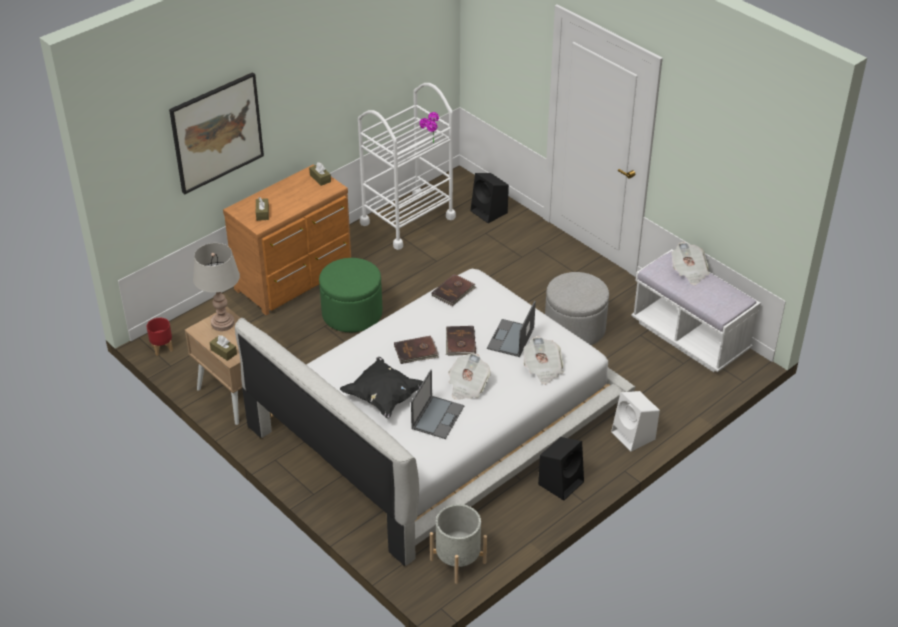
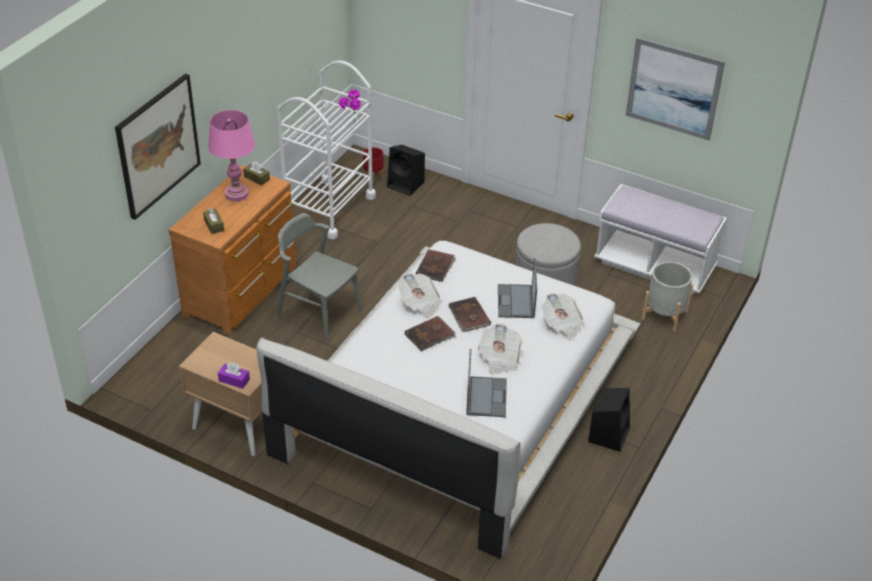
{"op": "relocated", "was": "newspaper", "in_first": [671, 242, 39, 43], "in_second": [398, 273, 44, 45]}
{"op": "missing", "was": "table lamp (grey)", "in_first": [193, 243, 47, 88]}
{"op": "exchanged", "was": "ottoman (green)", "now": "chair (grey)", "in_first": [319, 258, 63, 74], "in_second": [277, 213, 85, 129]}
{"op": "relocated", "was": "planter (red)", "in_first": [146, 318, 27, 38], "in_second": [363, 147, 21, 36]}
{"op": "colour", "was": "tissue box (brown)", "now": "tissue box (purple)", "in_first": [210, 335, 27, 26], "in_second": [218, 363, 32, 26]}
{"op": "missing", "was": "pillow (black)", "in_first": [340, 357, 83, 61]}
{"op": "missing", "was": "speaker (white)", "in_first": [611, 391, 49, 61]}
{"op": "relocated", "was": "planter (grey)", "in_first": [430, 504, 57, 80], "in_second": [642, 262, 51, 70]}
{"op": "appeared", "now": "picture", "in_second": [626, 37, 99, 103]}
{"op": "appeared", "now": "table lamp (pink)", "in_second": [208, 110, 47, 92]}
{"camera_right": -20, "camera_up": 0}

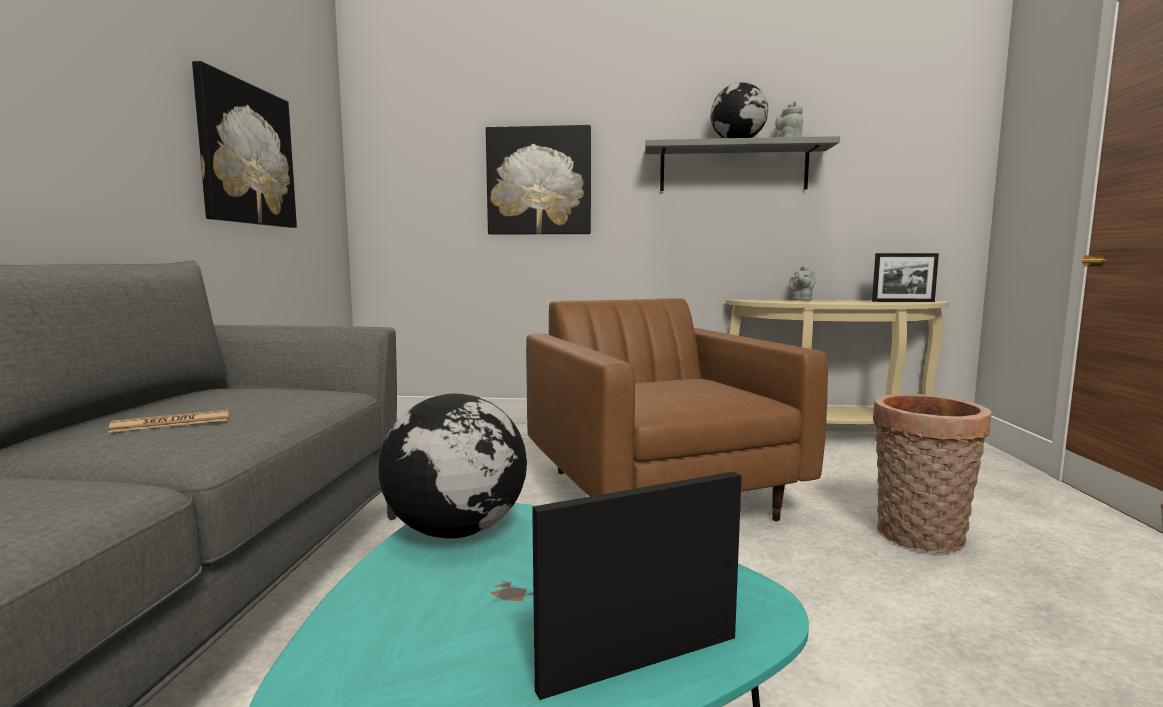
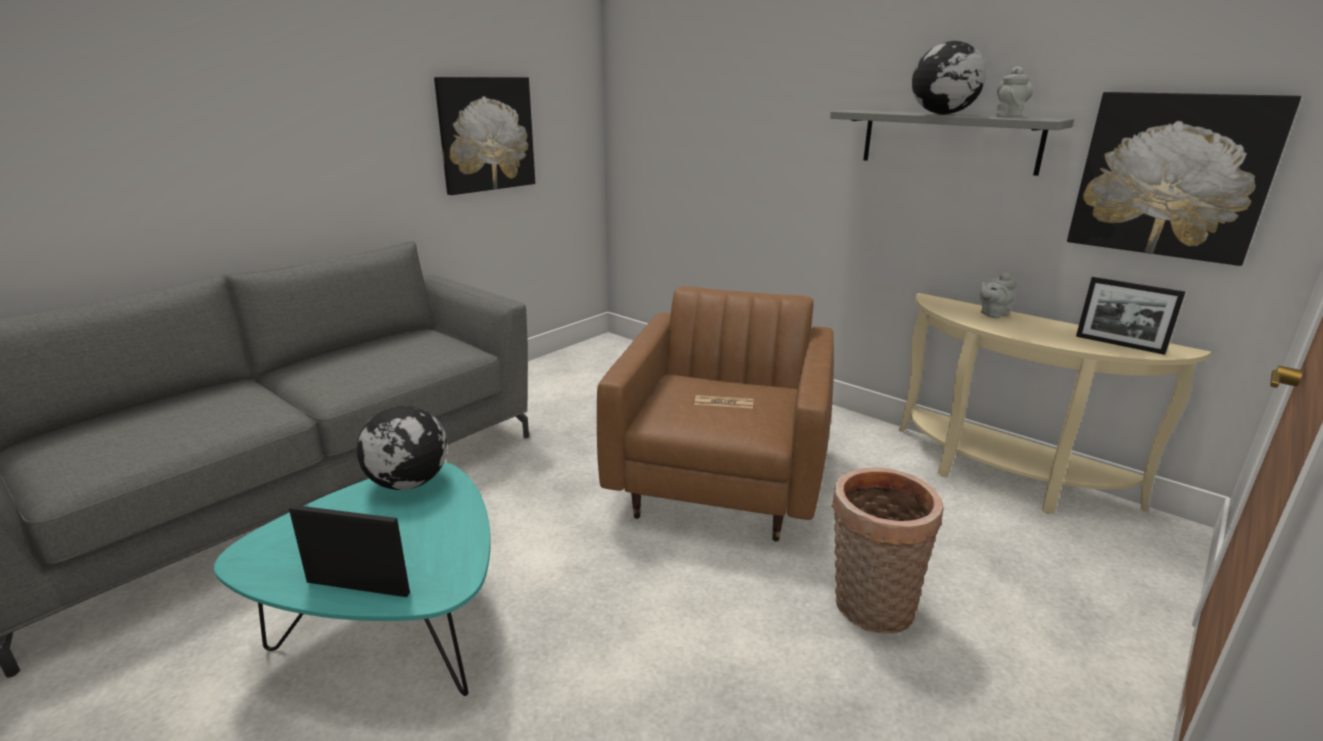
{"op": "relocated", "was": "picture", "in_first": [486, 125, 105, 110], "in_second": [1067, 92, 234, 174]}
{"op": "relocated", "was": "newspaper", "in_first": [108, 410, 121, 23], "in_second": [695, 395, 58, 14]}
{"camera_right": 35, "camera_up": 15}

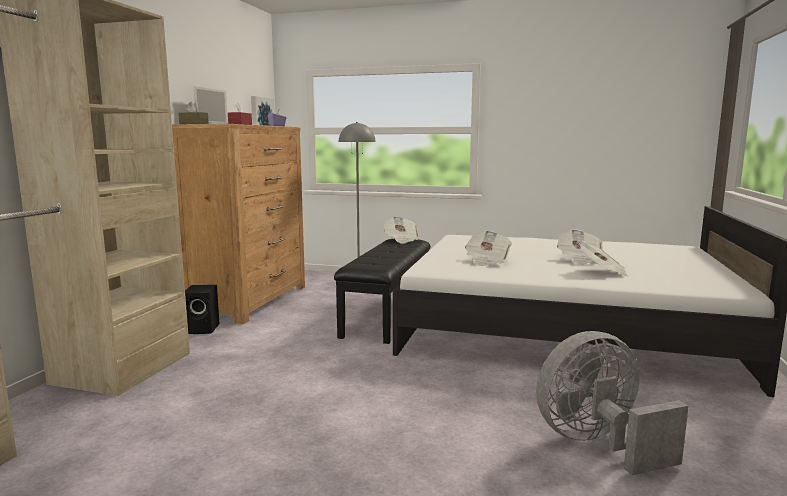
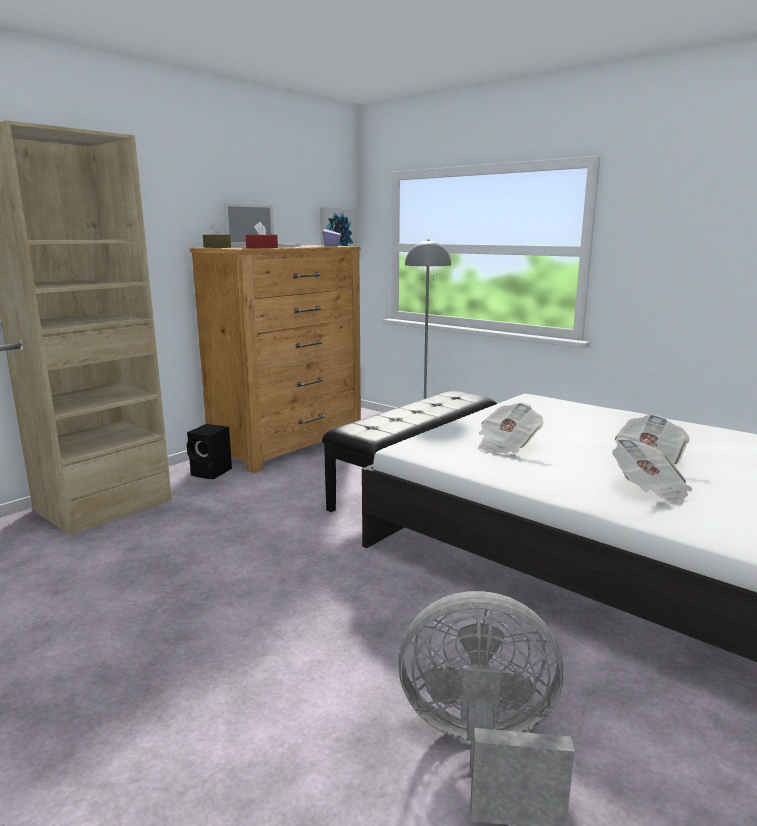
{"op": "missing", "was": "newspaper", "in_first": [383, 216, 36, 28]}
{"camera_right": 25, "camera_up": 5}

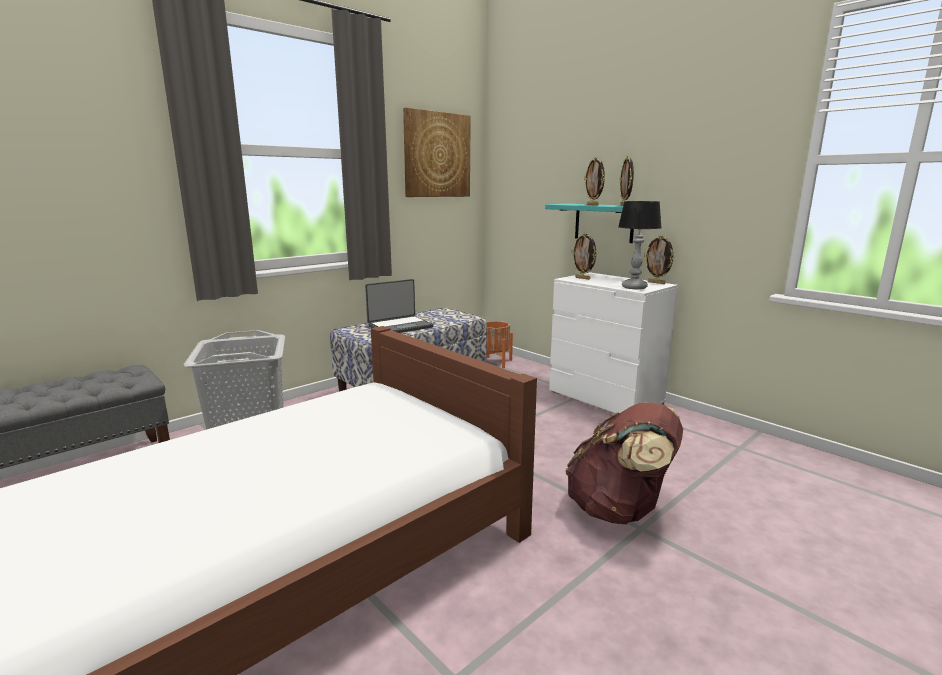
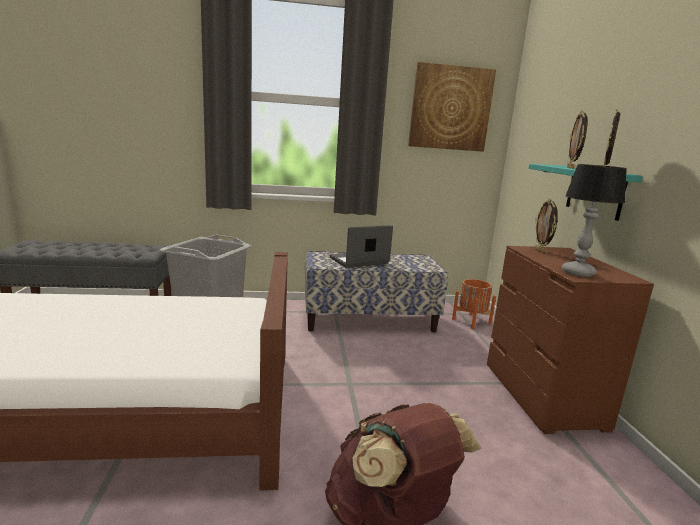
{"op": "missing", "was": "picture frame", "in_first": [644, 235, 31, 49]}
{"op": "colour", "was": "dresser (white)", "now": "dresser (brown)", "in_first": [549, 273, 129, 140], "in_second": [487, 246, 167, 188]}
{"op": "spun", "was": "laptop", "in_first": [365, 279, 69, 54], "in_second": [330, 225, 63, 43], "clockwise": 150}
{"camera_right": 35, "camera_up": 0}

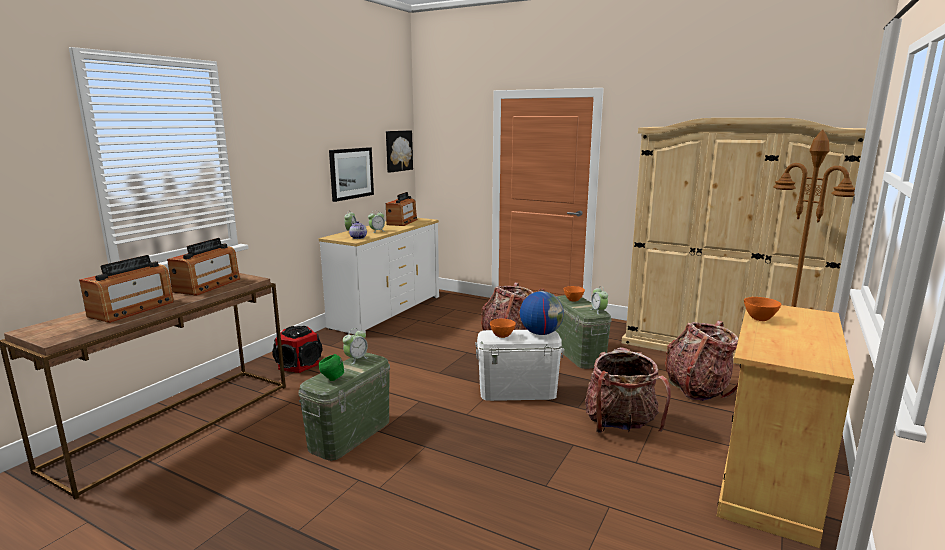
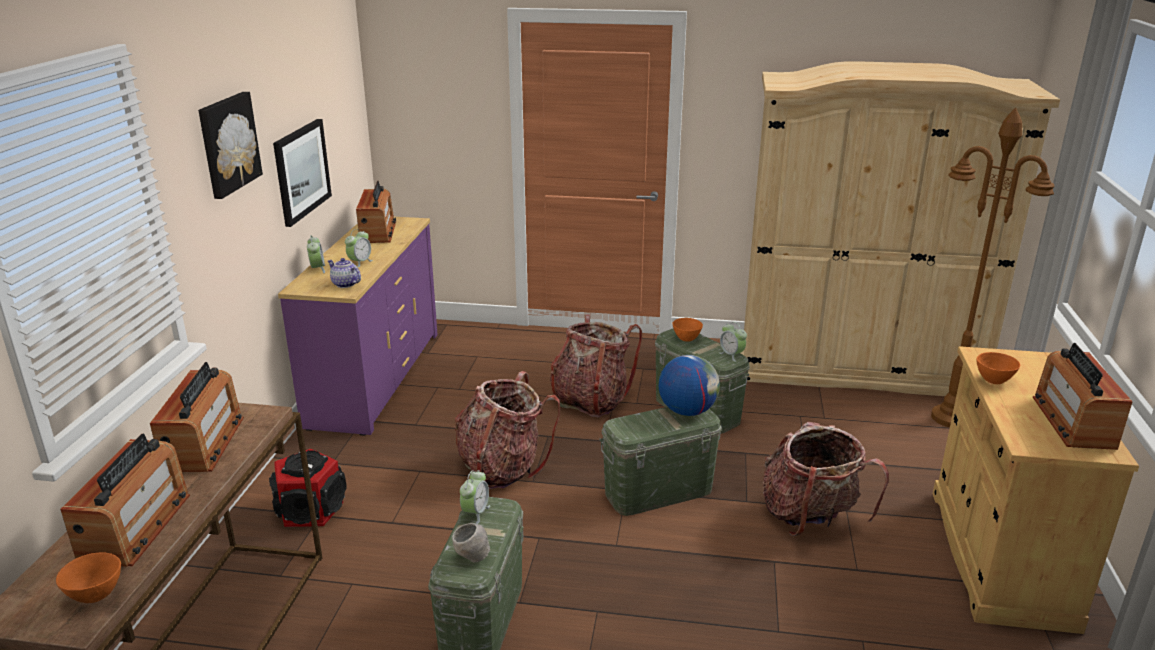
{"op": "relocated", "was": "picture", "in_first": [386, 130, 27, 43], "in_second": [198, 92, 65, 107]}
{"op": "colour", "was": "dresser (white)", "now": "dresser (purple)", "in_first": [319, 218, 120, 116], "in_second": [278, 217, 160, 219]}
{"op": "relocated", "was": "bowl (orange)", "in_first": [490, 319, 26, 19], "in_second": [56, 552, 65, 51]}
{"op": "relocated", "was": "backpack", "in_first": [665, 321, 73, 80], "in_second": [454, 371, 106, 118]}
{"op": "colour", "was": "storage box (white)", "now": "storage box (green)", "in_first": [475, 330, 89, 71], "in_second": [599, 407, 123, 109]}
{"op": "colour", "was": "bowl (green)", "now": "bowl (grey)", "in_first": [319, 354, 25, 27], "in_second": [452, 523, 38, 39]}
{"op": "appeared", "now": "radio", "in_second": [1033, 343, 100, 107]}
{"camera_right": -20, "camera_up": 10}

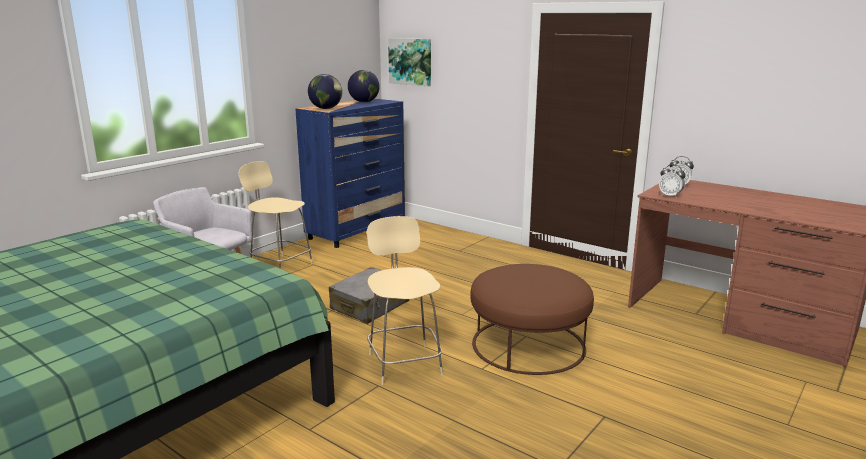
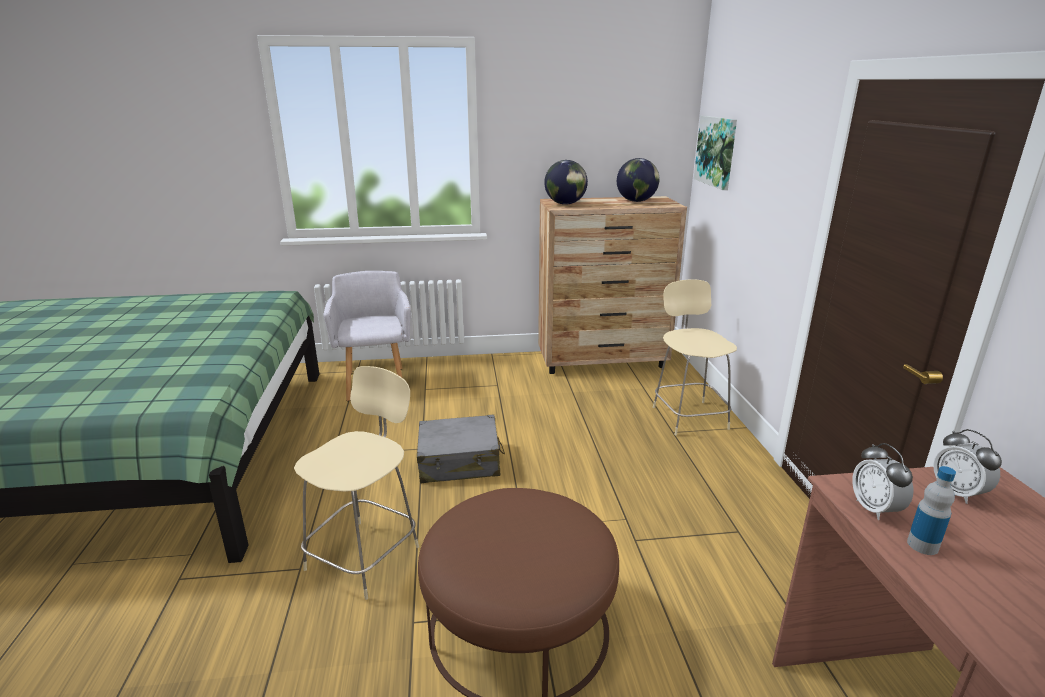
{"op": "colour", "was": "dresser (blue)", "now": "dresser (brown)", "in_first": [296, 99, 109, 149], "in_second": [538, 196, 149, 178]}
{"op": "relocated", "was": "chair (beige)", "in_first": [239, 161, 74, 108], "in_second": [653, 279, 84, 156]}
{"op": "appeared", "now": "bottle", "in_second": [907, 466, 49, 89]}
{"camera_right": 45, "camera_up": 5}

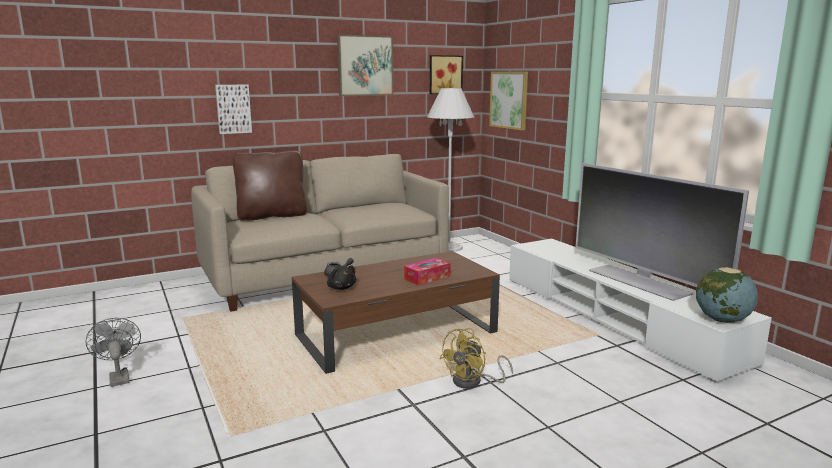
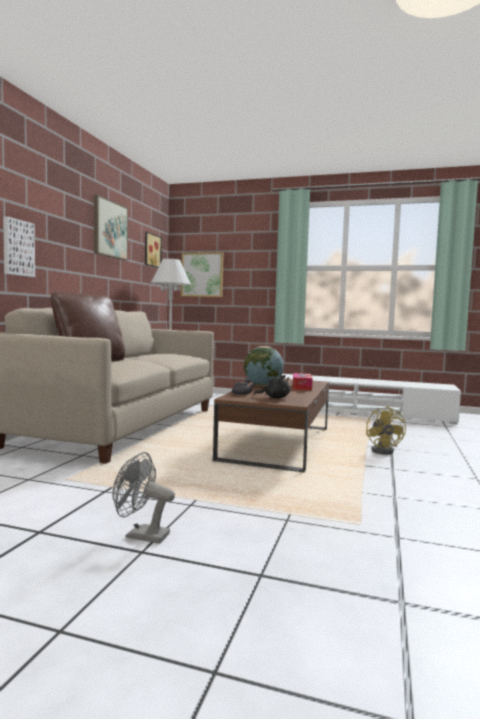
{"op": "missing", "was": "television", "in_first": [575, 163, 174, 138]}
{"op": "relocated", "was": "globe", "in_first": [696, 267, 62, 56], "in_second": [244, 346, 39, 40]}
{"camera_right": -45, "camera_up": -10}

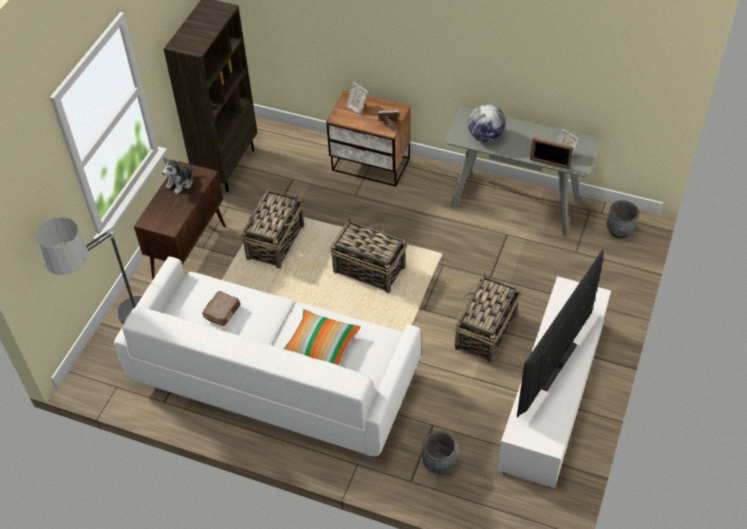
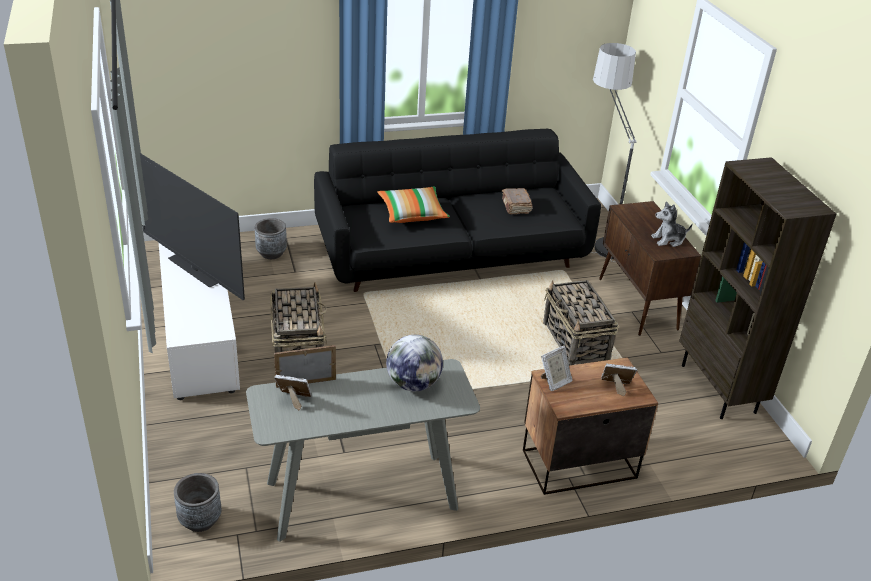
{"op": "spun", "was": "plush toy", "in_first": [162, 157, 31, 37], "in_second": [651, 201, 41, 46], "clockwise": -105}
{"op": "missing", "was": "basket", "in_first": [330, 218, 77, 75]}
{"op": "spun", "was": "television", "in_first": [517, 250, 87, 167], "in_second": [140, 153, 105, 147], "clockwise": 135}
{"op": "colour", "was": "sofa (white)", "now": "sofa (black)", "in_first": [114, 256, 307, 200], "in_second": [314, 129, 287, 163]}
{"camera_right": 140, "camera_up": -15}

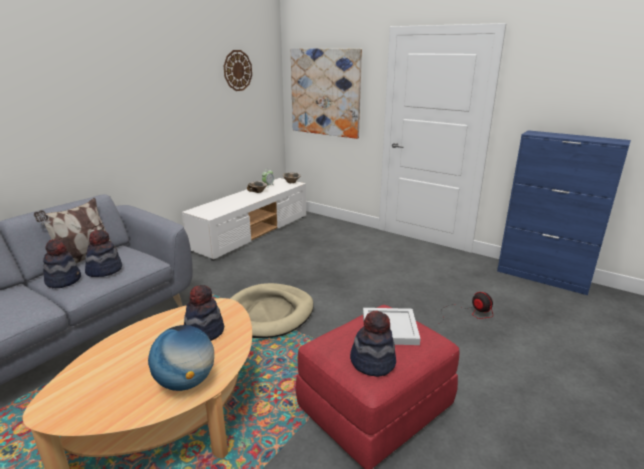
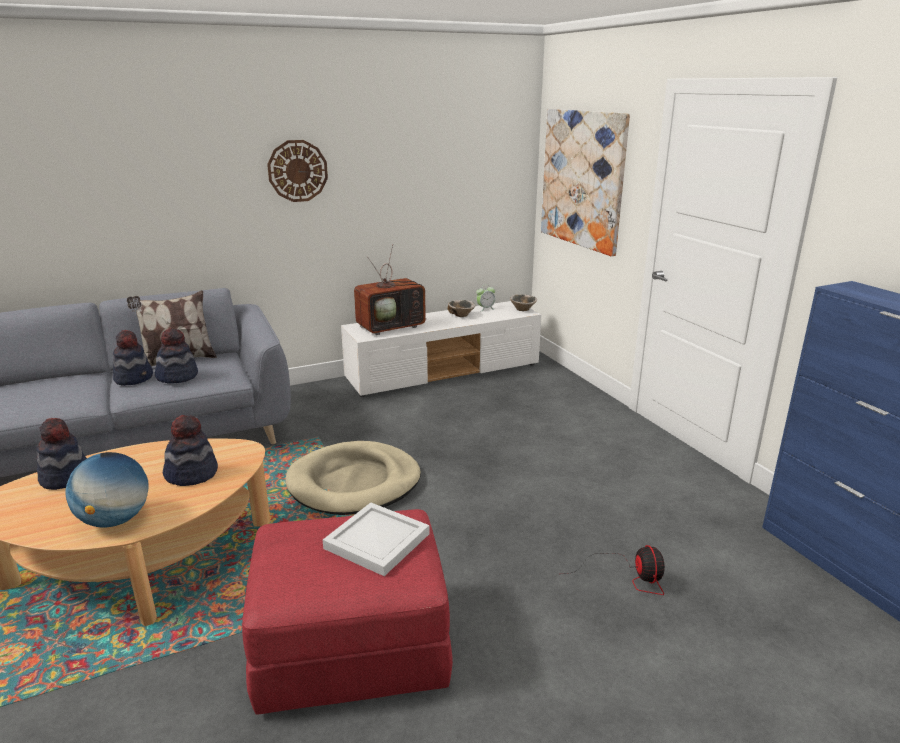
{"op": "relocated", "was": "wall clock", "in_first": [224, 50, 28, 41], "in_second": [267, 140, 61, 62]}
{"op": "relocated", "was": "hat", "in_first": [350, 310, 46, 67], "in_second": [36, 418, 51, 72]}
{"op": "appeared", "now": "television", "in_second": [354, 244, 72, 91]}
{"camera_right": 30, "camera_up": 0}

